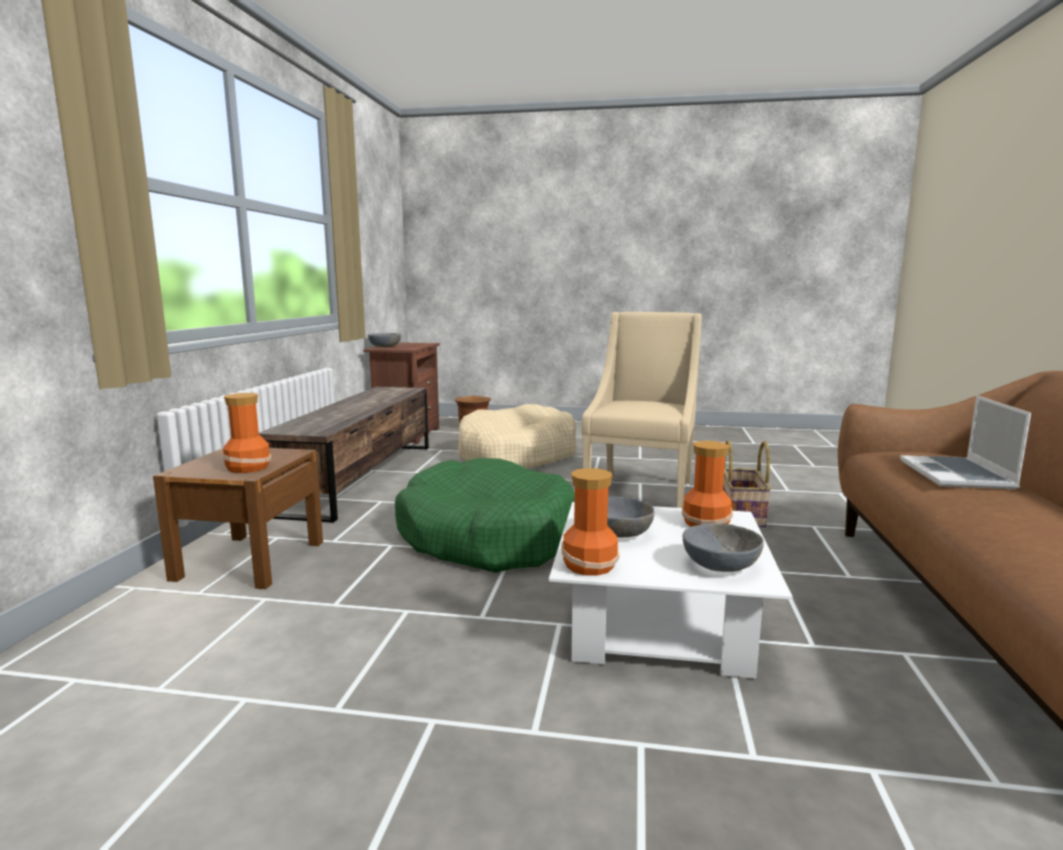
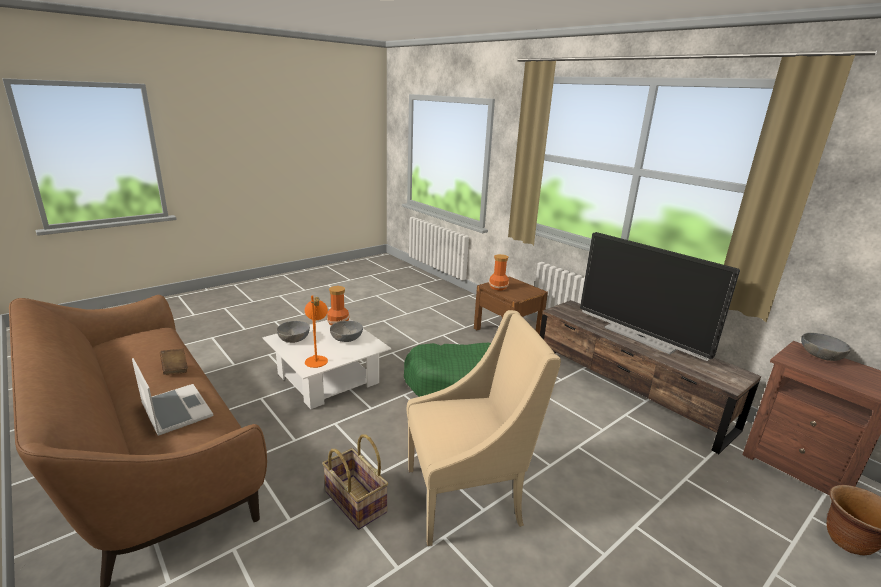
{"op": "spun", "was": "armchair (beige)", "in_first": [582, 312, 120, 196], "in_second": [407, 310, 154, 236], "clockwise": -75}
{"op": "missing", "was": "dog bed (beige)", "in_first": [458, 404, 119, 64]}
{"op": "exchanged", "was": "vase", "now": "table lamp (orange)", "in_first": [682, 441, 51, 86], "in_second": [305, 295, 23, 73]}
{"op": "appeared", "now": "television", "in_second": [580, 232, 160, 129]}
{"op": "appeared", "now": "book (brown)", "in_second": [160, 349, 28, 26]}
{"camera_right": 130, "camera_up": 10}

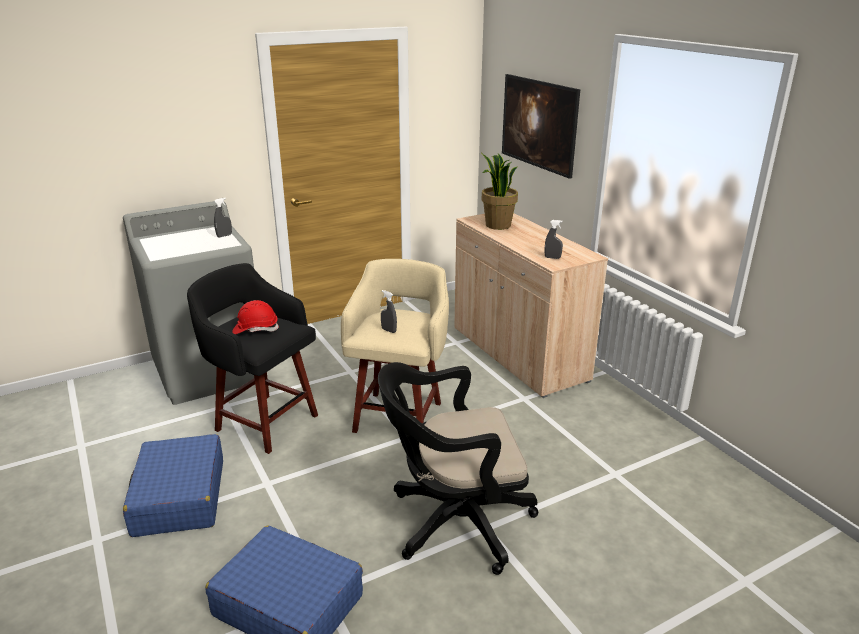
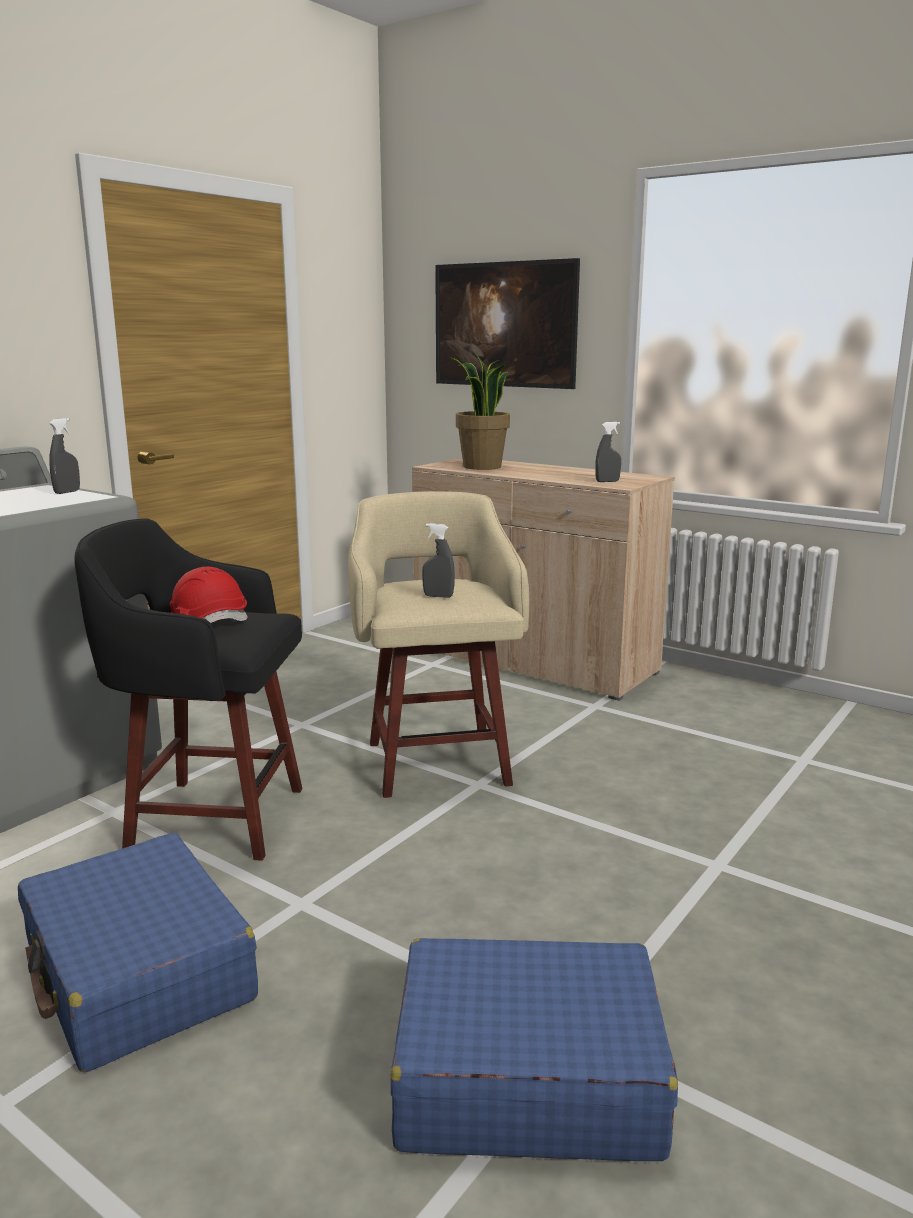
{"op": "missing", "was": "office chair (black)", "in_first": [378, 362, 160, 213]}
{"camera_right": -25, "camera_up": -10}

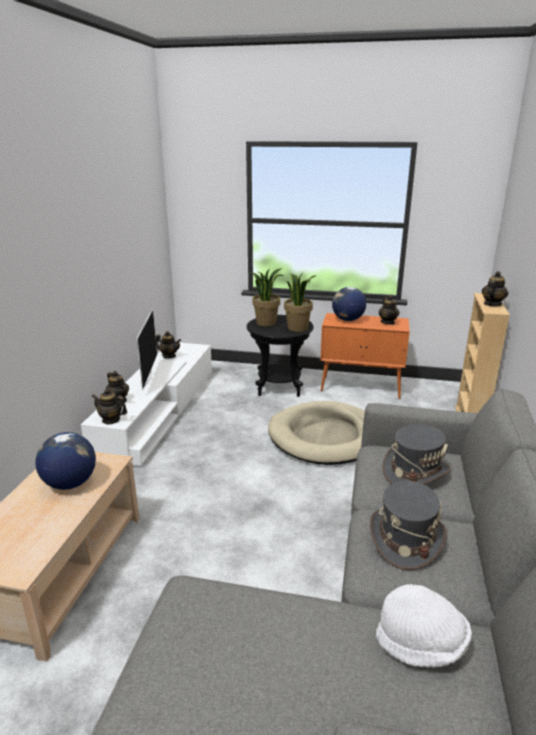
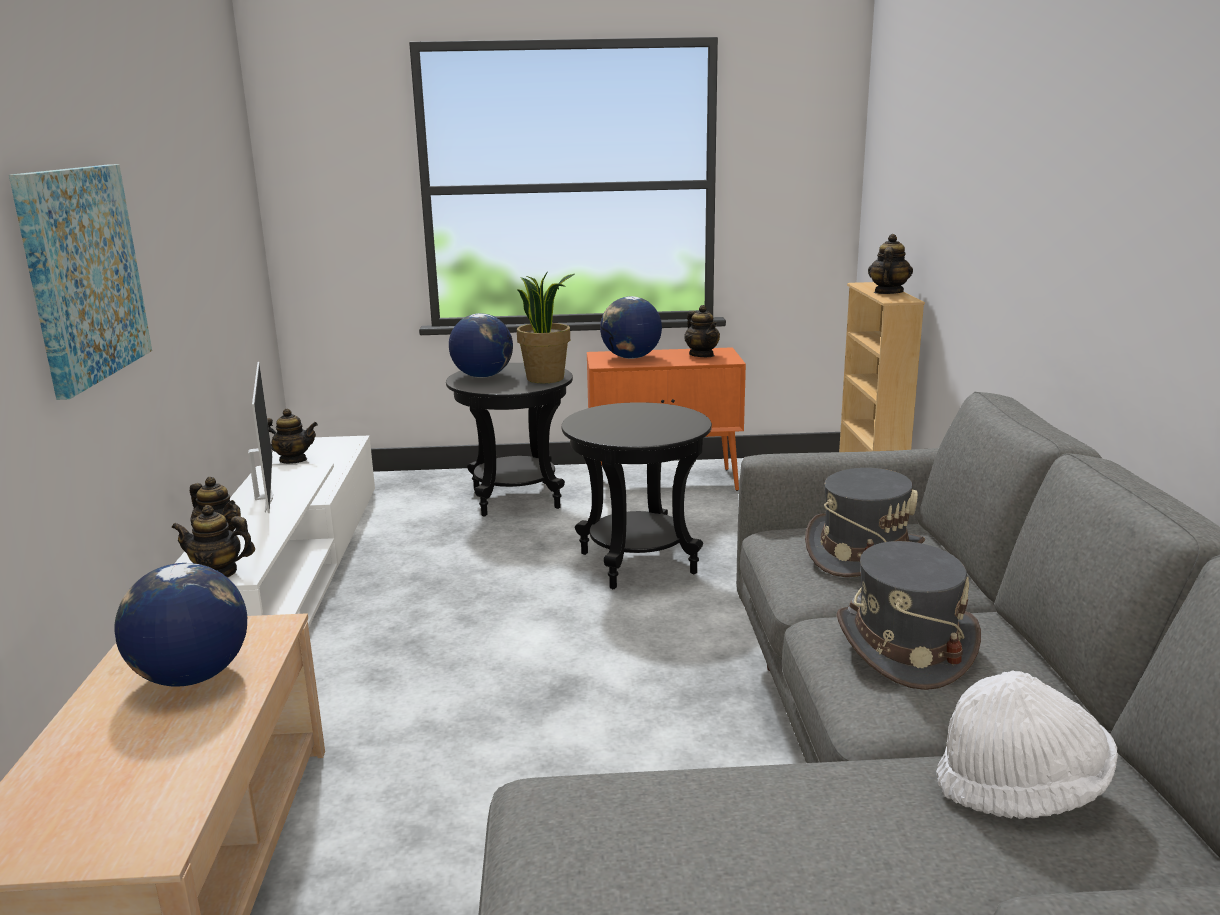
{"op": "exchanged", "was": "potted plant", "now": "globe", "in_first": [250, 268, 34, 59], "in_second": [449, 313, 64, 65]}
{"op": "exchanged", "was": "dog bed (beige)", "now": "side table (black)", "in_first": [268, 401, 97, 64], "in_second": [562, 402, 150, 187]}
{"op": "appeared", "now": "picture", "in_second": [9, 164, 143, 236]}
{"camera_right": -15, "camera_up": -5}

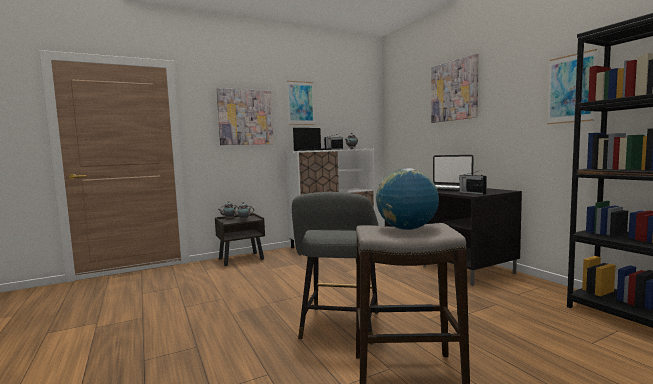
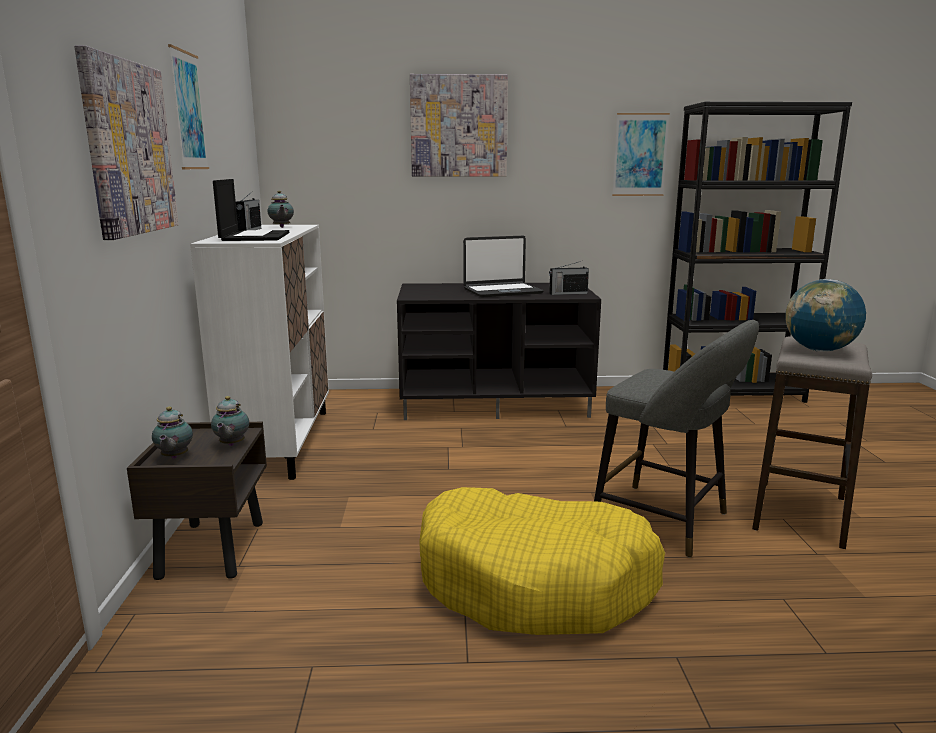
{"op": "appeared", "now": "dog bed (yellow)", "in_second": [419, 487, 246, 148]}
{"camera_right": -65, "camera_up": 10}

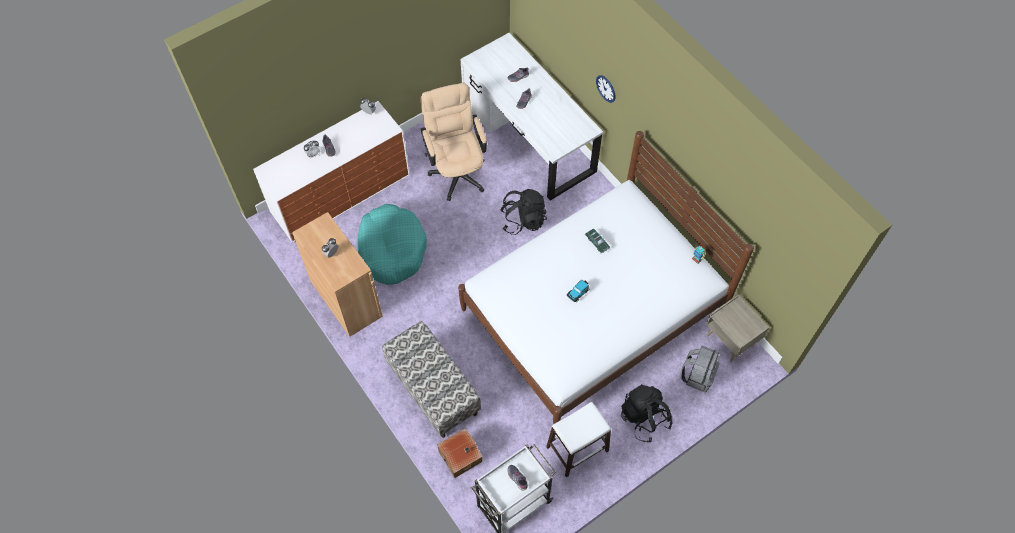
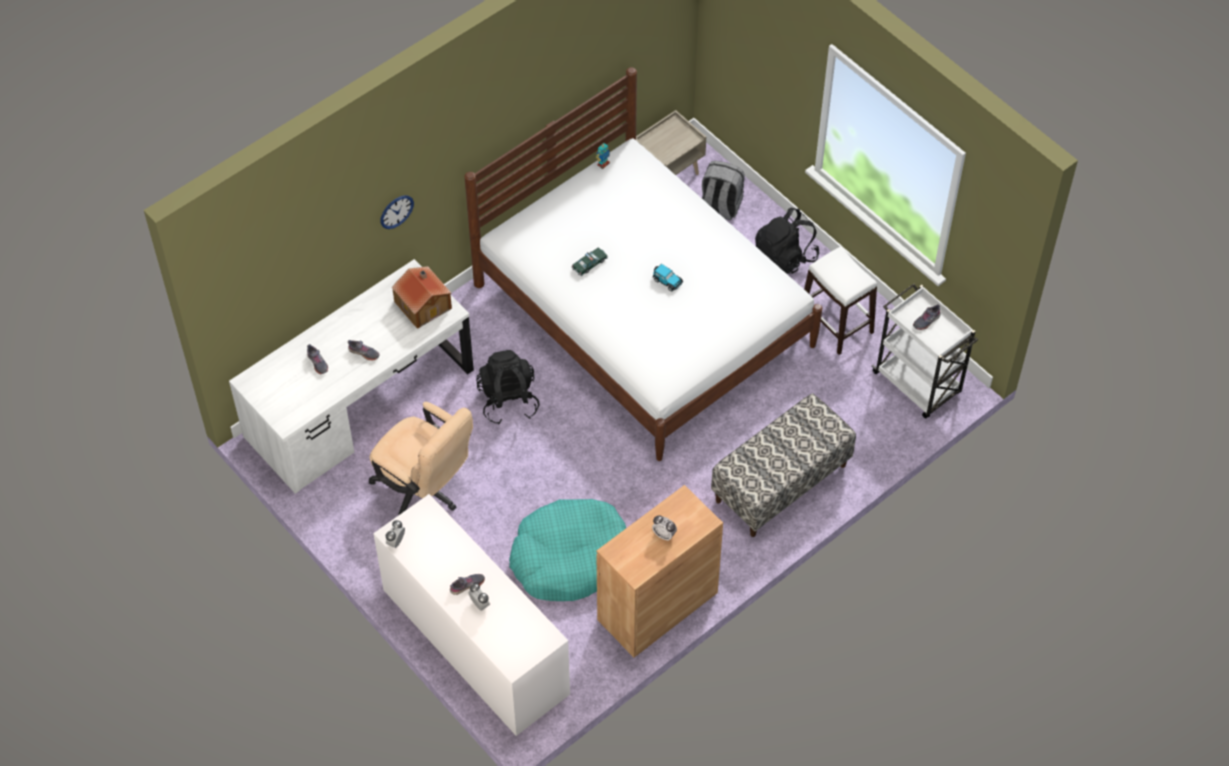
{"op": "spun", "was": "office chair (beige)", "in_first": [421, 83, 66, 118], "in_second": [369, 402, 104, 113], "clockwise": -120}
{"op": "relocated", "was": "toy house", "in_first": [437, 429, 45, 49], "in_second": [391, 266, 61, 63]}
{"camera_right": -95, "camera_up": -5}

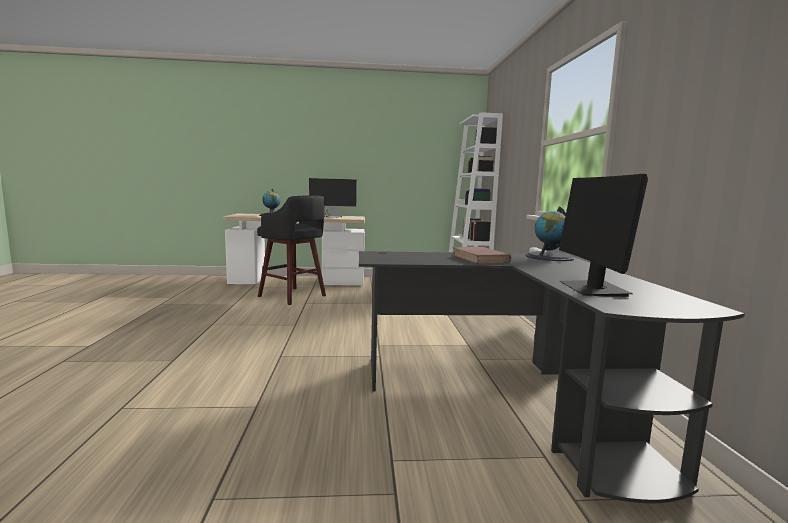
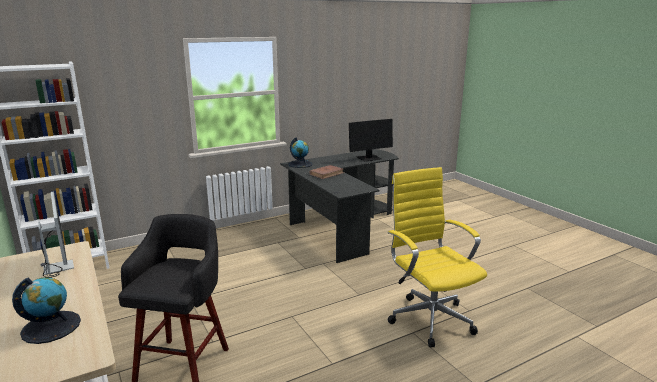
{"op": "appeared", "now": "office chair (yellow)", "in_second": [388, 167, 99, 181]}
{"camera_right": -115, "camera_up": 10}

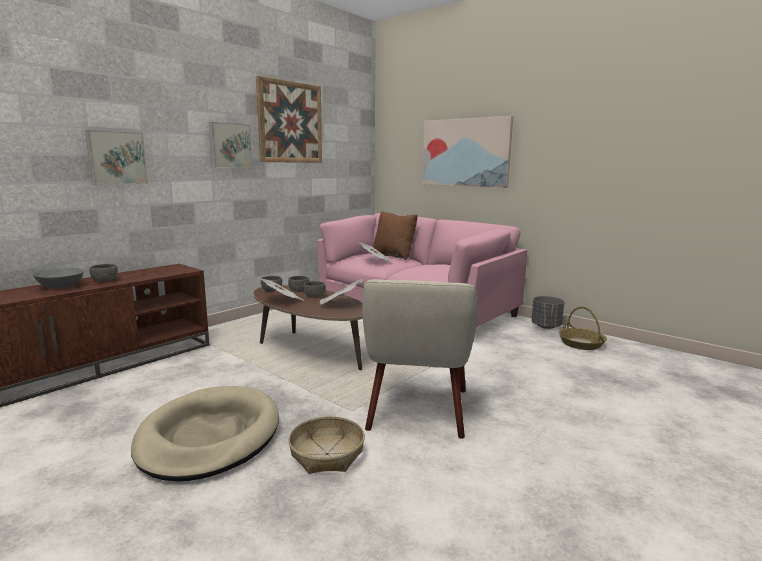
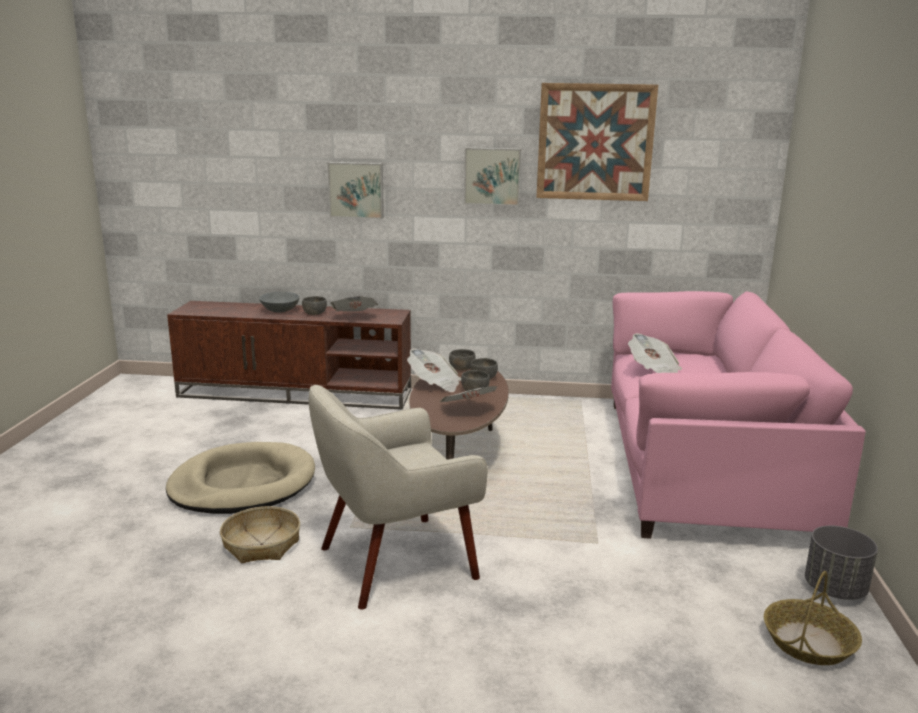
{"op": "missing", "was": "picture", "in_first": [422, 116, 91, 72]}
{"op": "missing", "was": "pillow (brown)", "in_first": [373, 211, 45, 49]}
{"op": "appeared", "now": "newspaper", "in_second": [330, 296, 48, 16]}
{"camera_right": 55, "camera_up": 5}

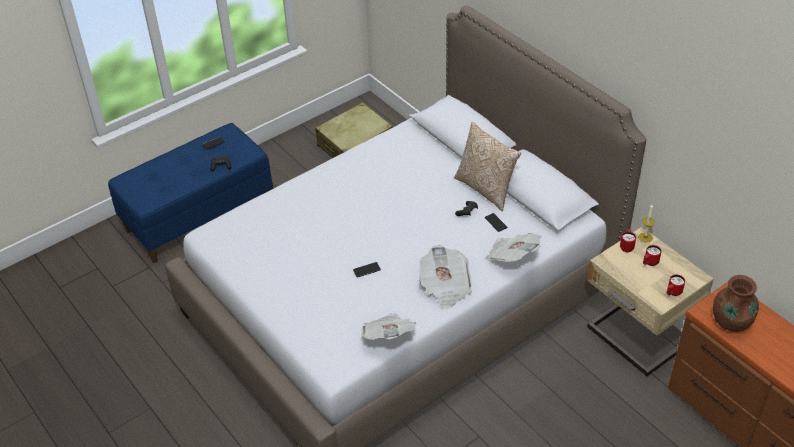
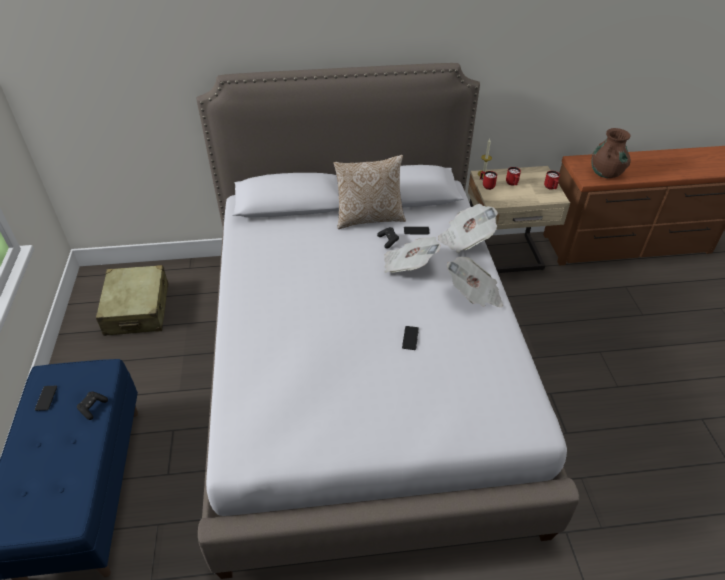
{"op": "relocated", "was": "newspaper", "in_first": [362, 313, 54, 27], "in_second": [384, 237, 56, 36]}
{"camera_right": -60, "camera_up": 0}

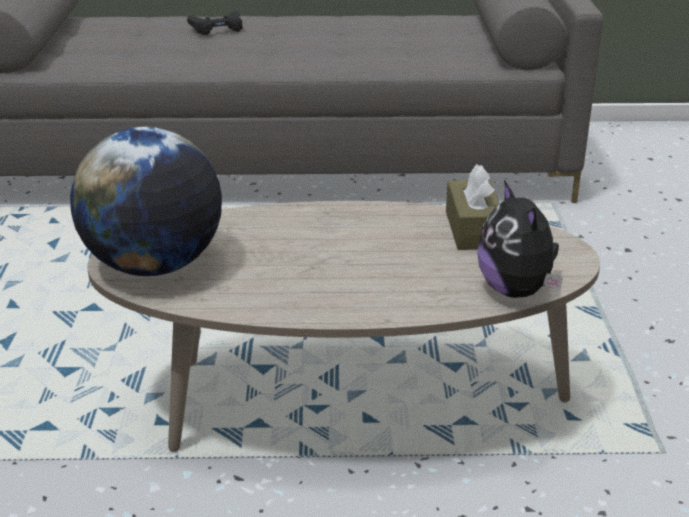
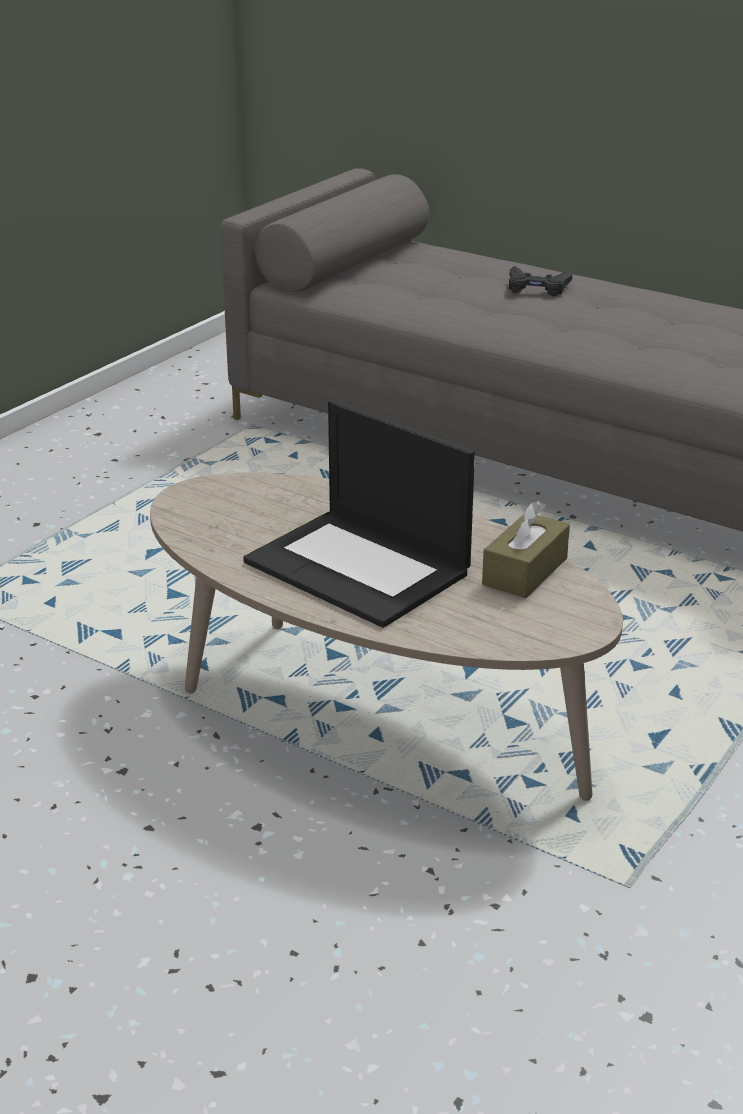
{"op": "missing", "was": "globe", "in_first": [70, 127, 152, 149]}
{"op": "missing", "was": "plush toy", "in_first": [477, 180, 86, 118]}
{"op": "appeared", "now": "laptop", "in_second": [243, 400, 232, 228]}
{"camera_right": 35, "camera_up": 0}

